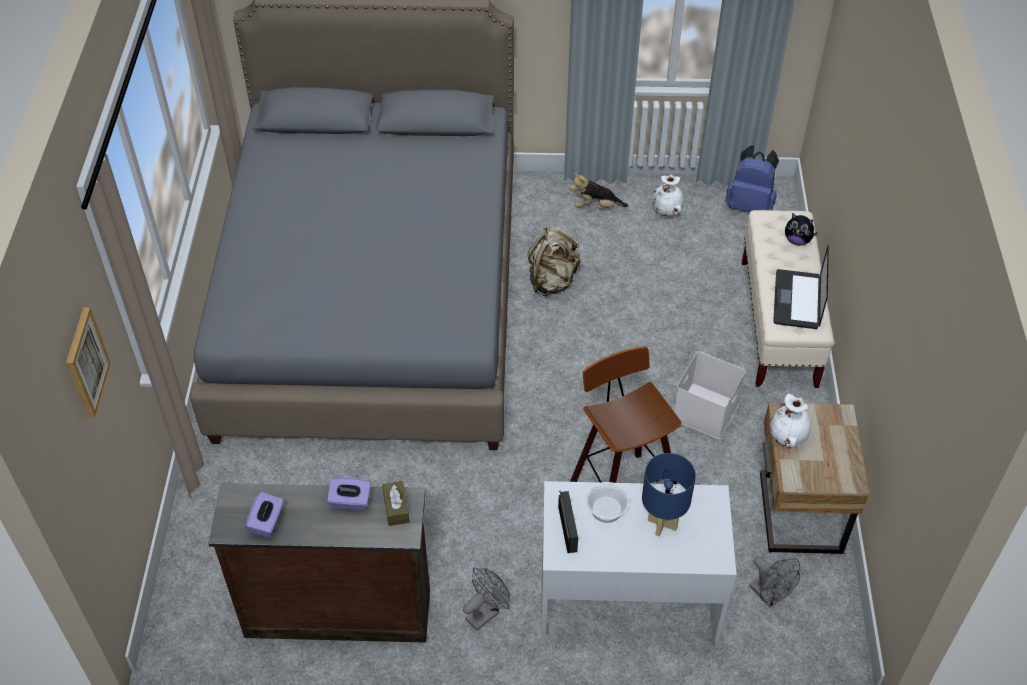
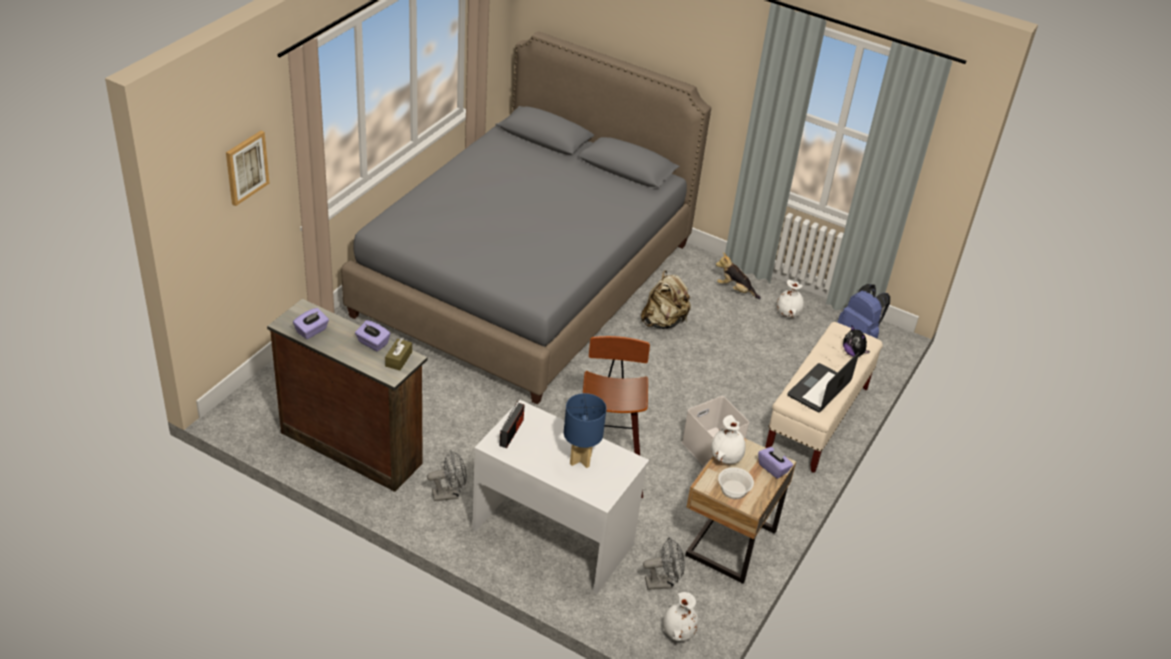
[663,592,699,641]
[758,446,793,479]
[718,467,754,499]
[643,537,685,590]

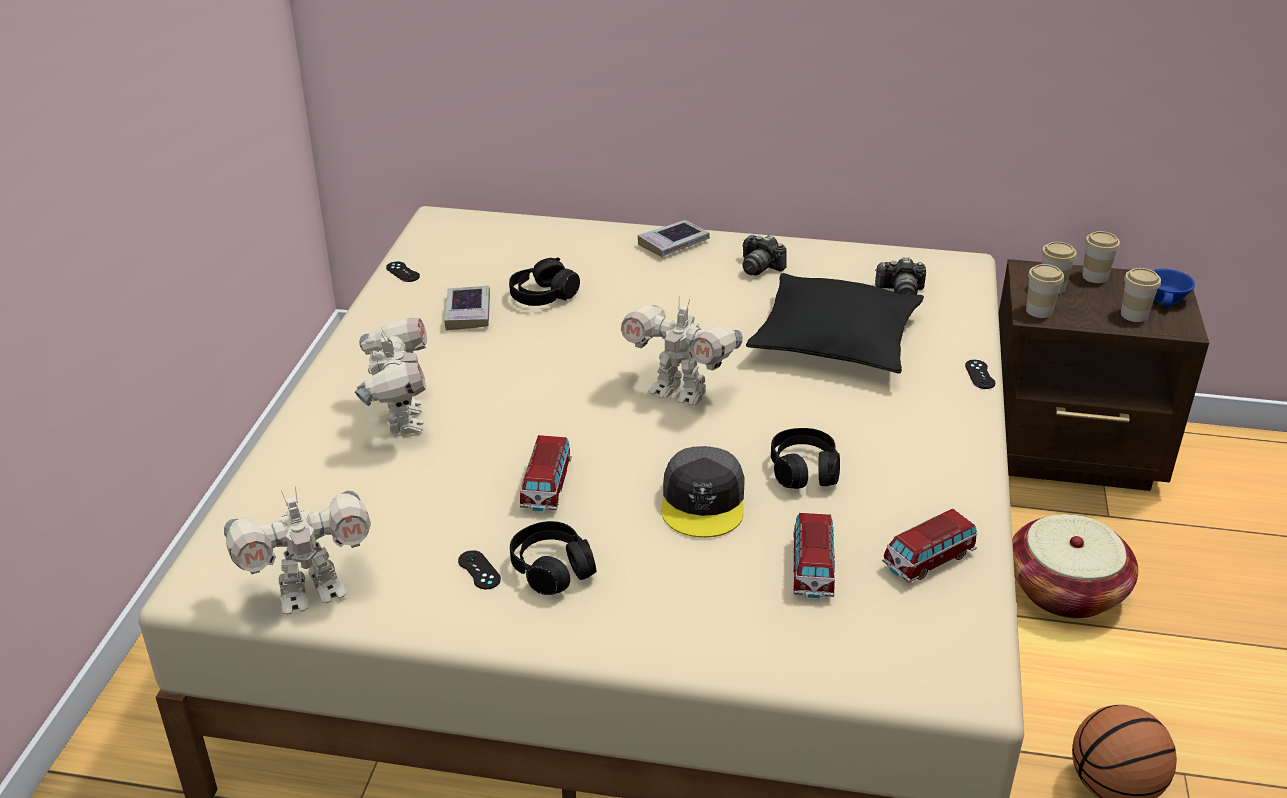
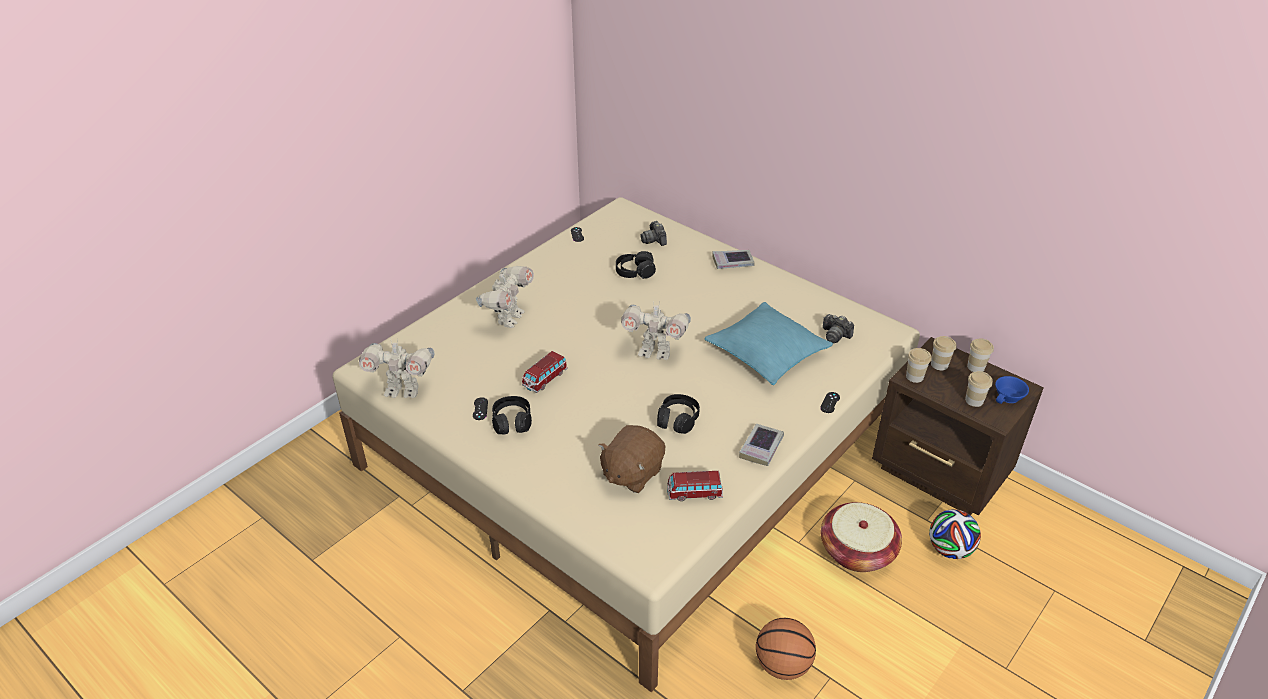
[662,446,745,538] (first image)
[929,509,981,559]
[739,424,784,466]
[640,221,667,246]
[598,425,665,493]
[705,302,833,385]
[621,300,691,360]

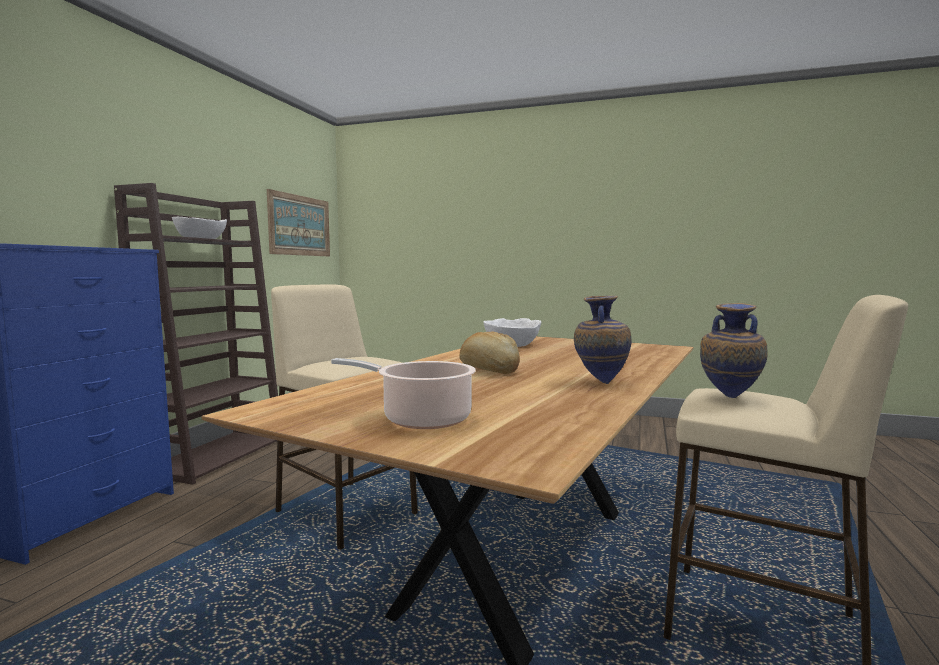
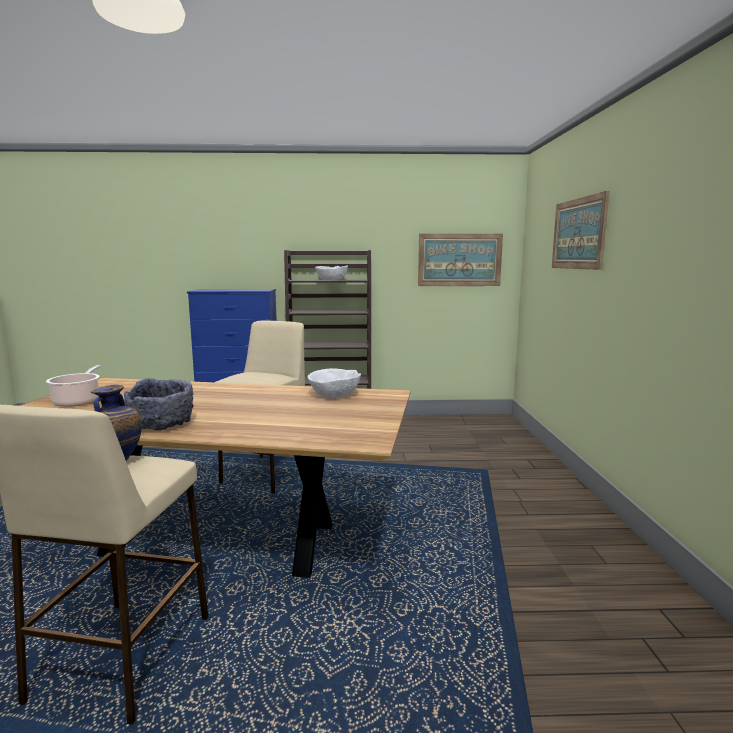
[459,332,520,374] (first image)
[552,191,610,270]
[124,378,194,431]

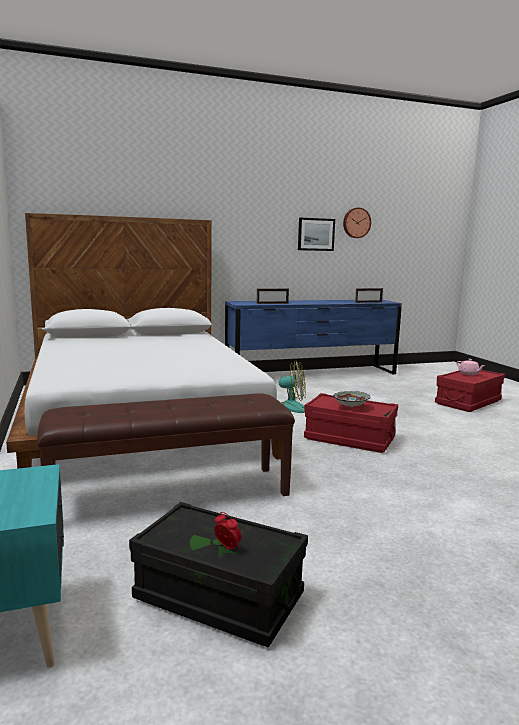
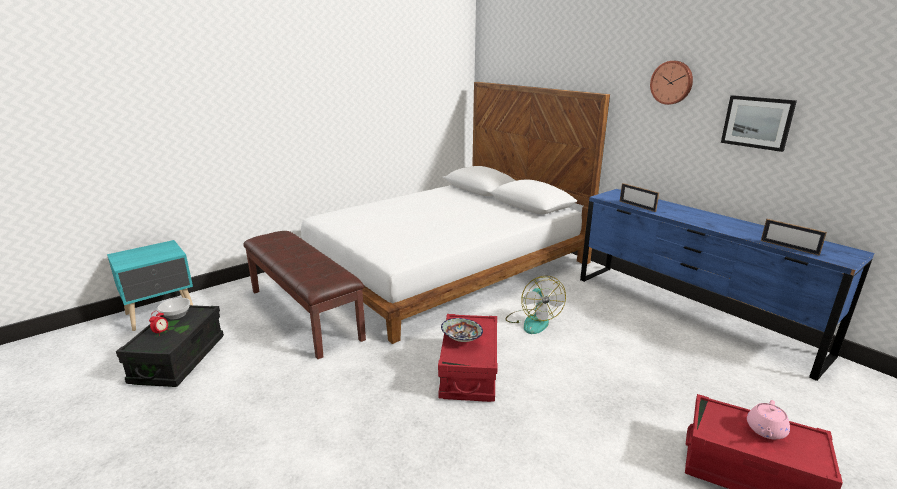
[158,298,190,320]
[650,61,693,105]

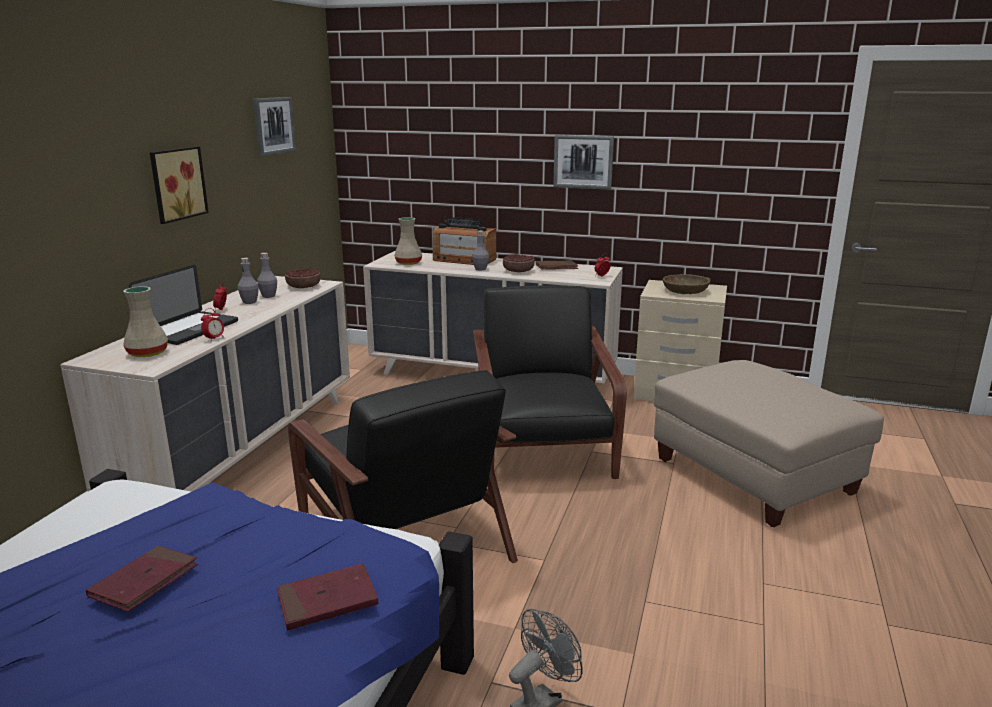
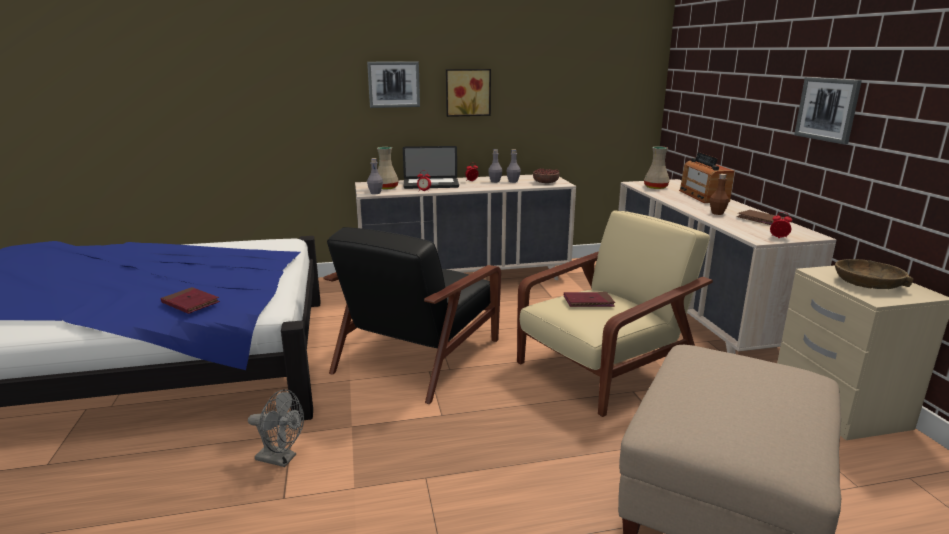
[564,292,615,307]
[367,61,420,108]
[367,158,383,194]
[710,174,729,215]
[517,211,713,417]

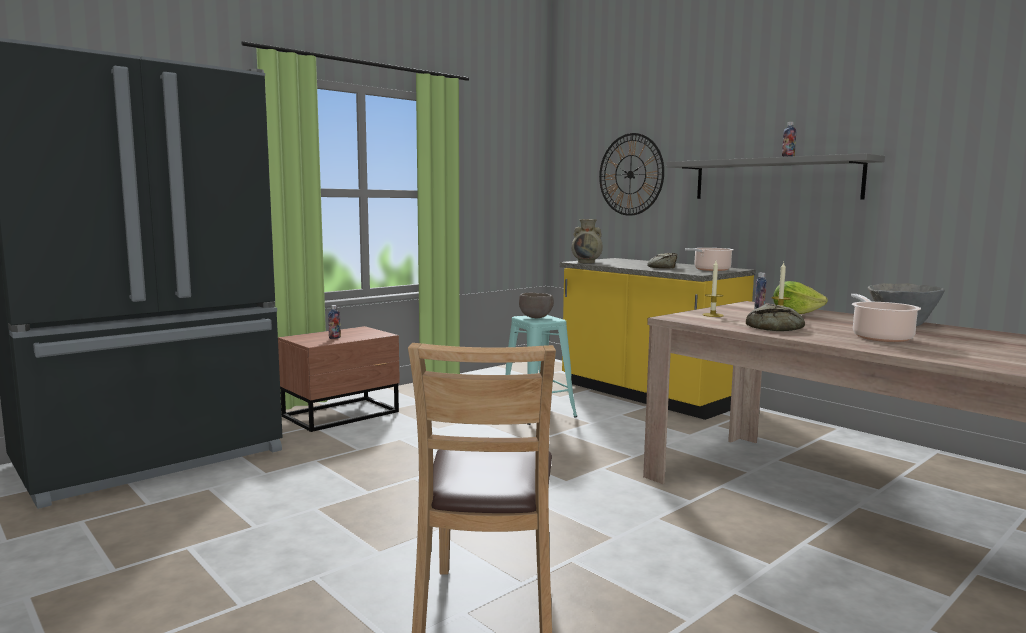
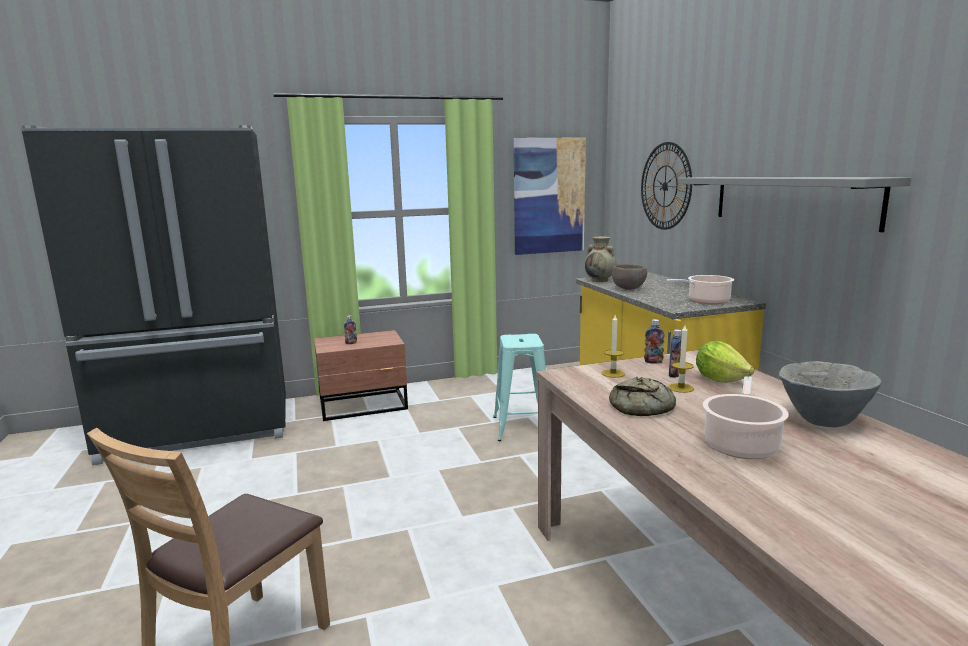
[647,253,677,269] (first image)
[514,137,586,255]
[612,264,647,290]
[644,319,665,364]

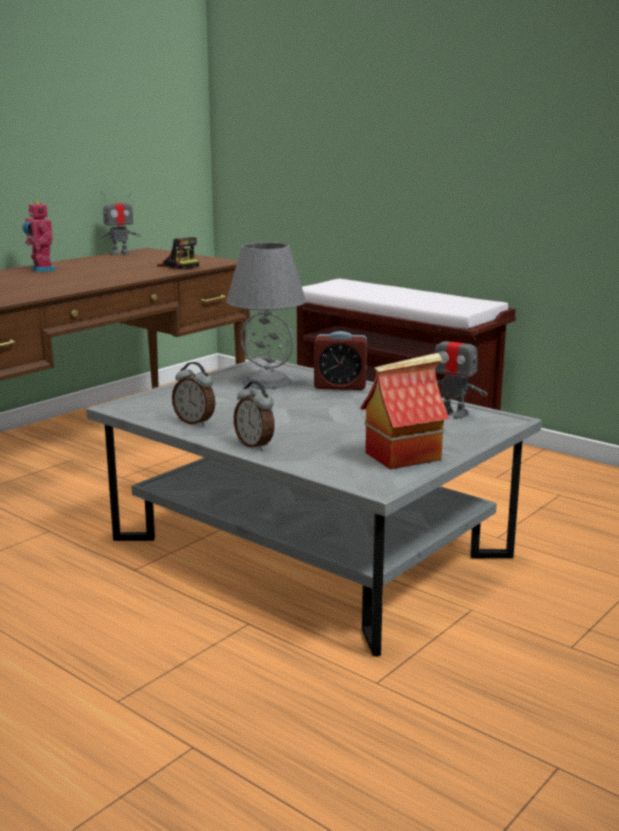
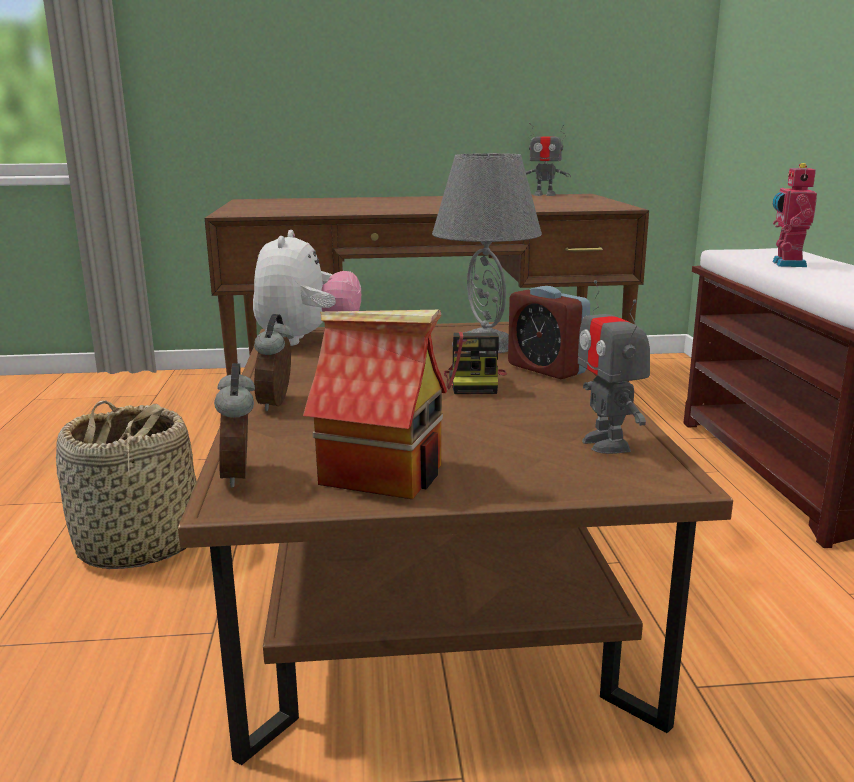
[56,401,197,569]
[253,230,361,346]
[772,163,817,267]
[444,332,507,394]
[214,363,255,487]
[178,322,733,765]

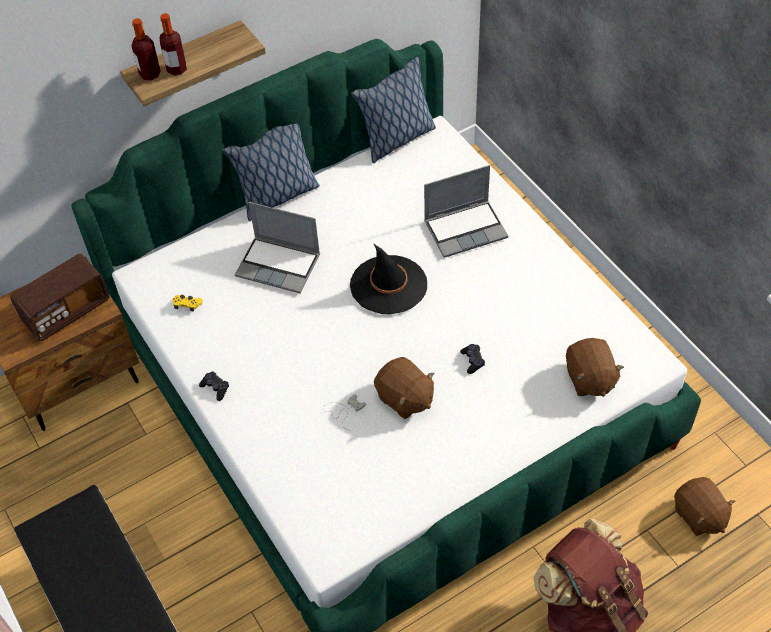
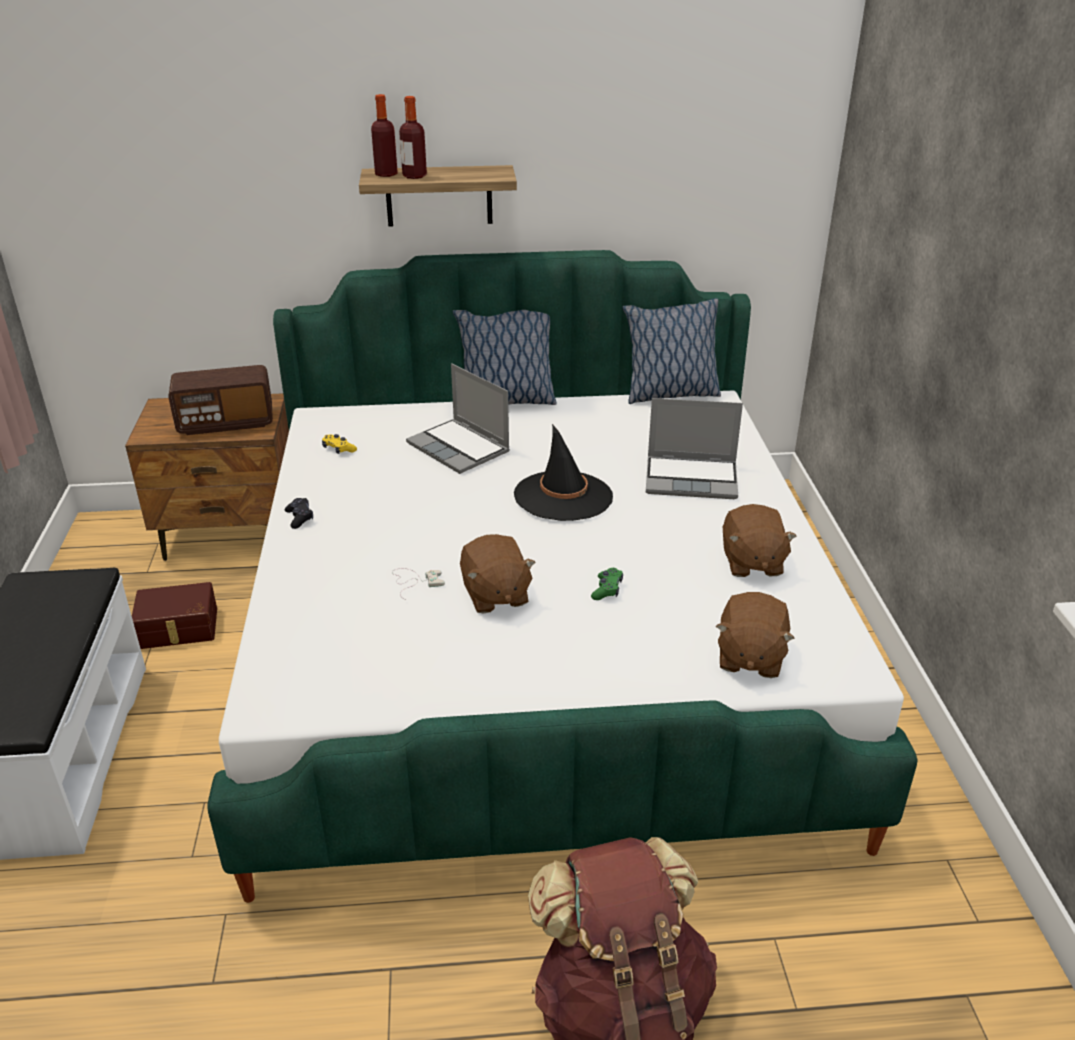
[132,582,217,649]
[723,504,797,577]
[591,568,623,600]

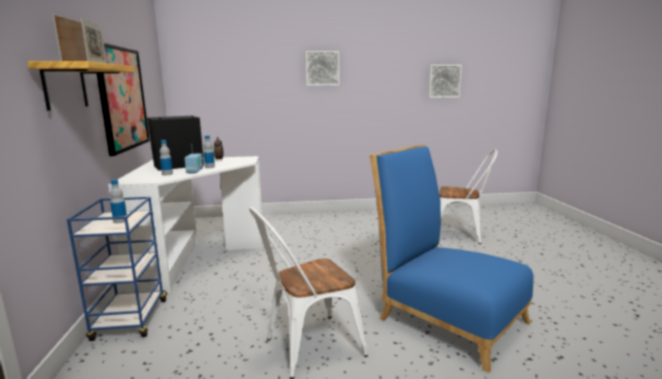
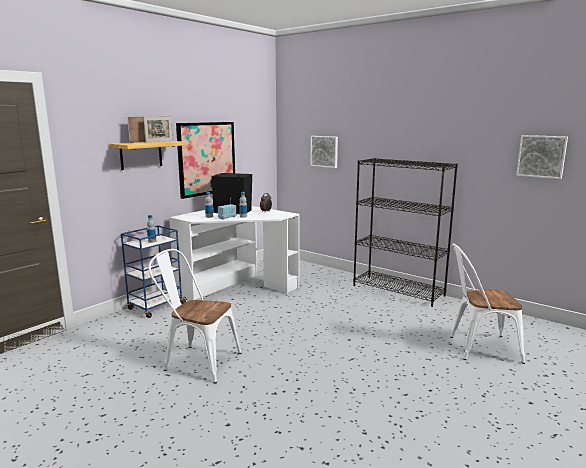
[370,144,534,373] (first image)
[353,158,458,307]
[310,136,338,168]
[450,243,525,364]

